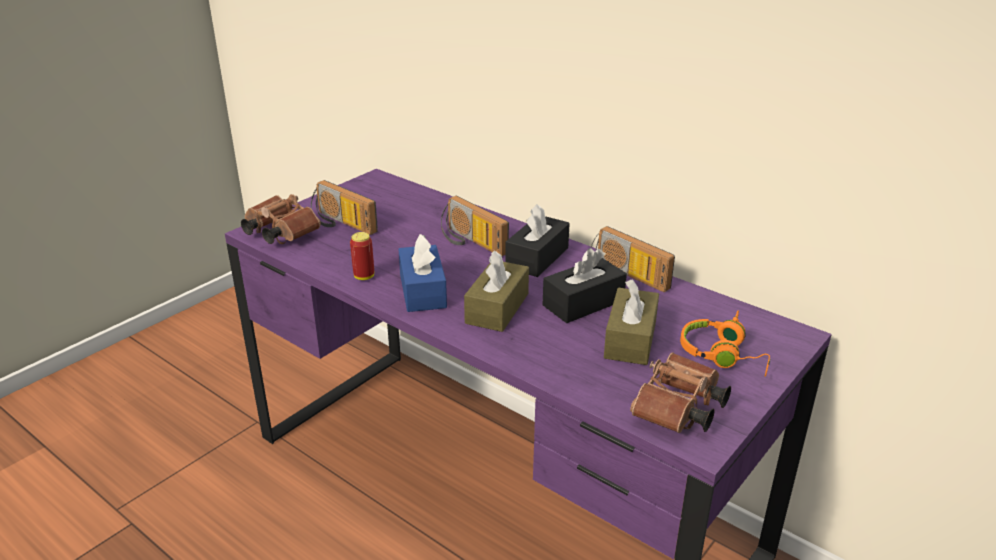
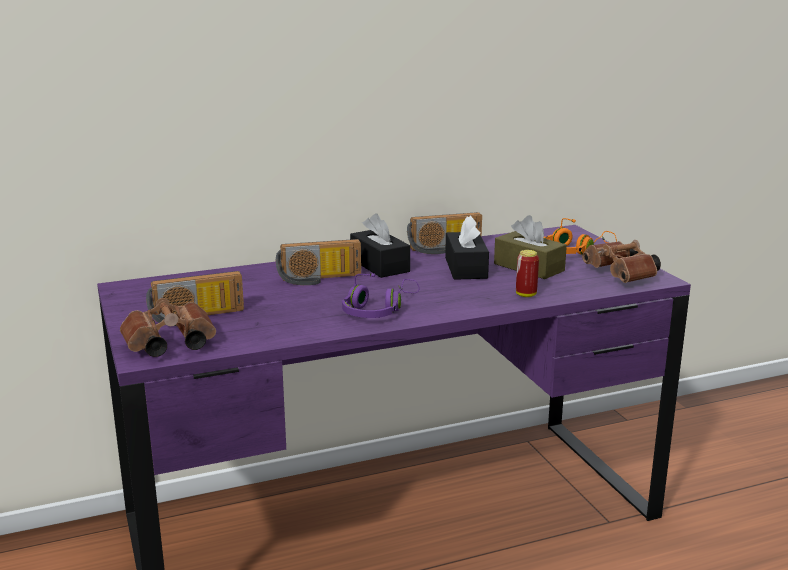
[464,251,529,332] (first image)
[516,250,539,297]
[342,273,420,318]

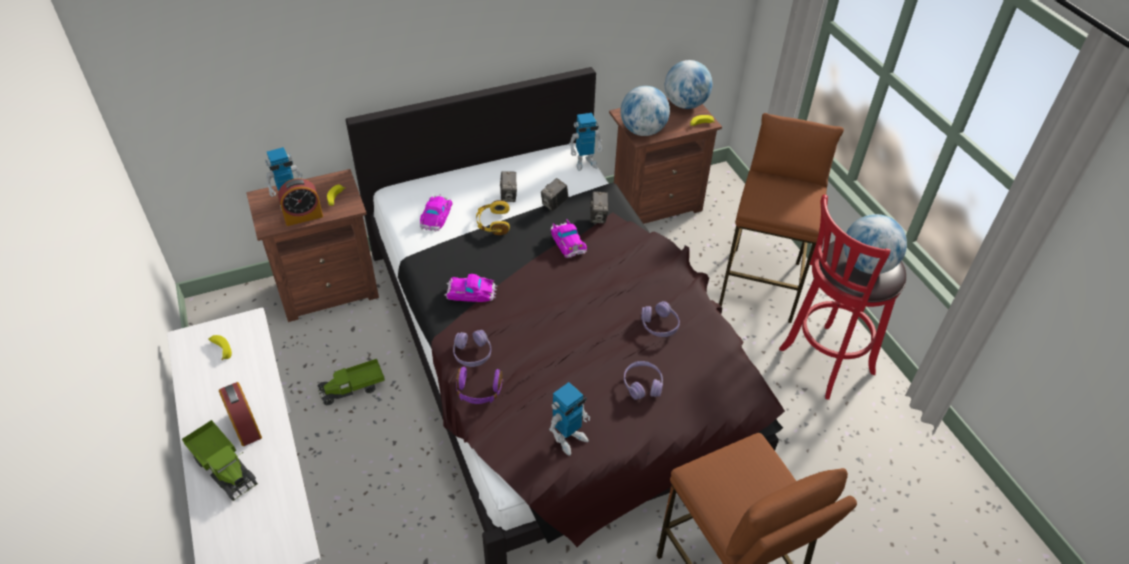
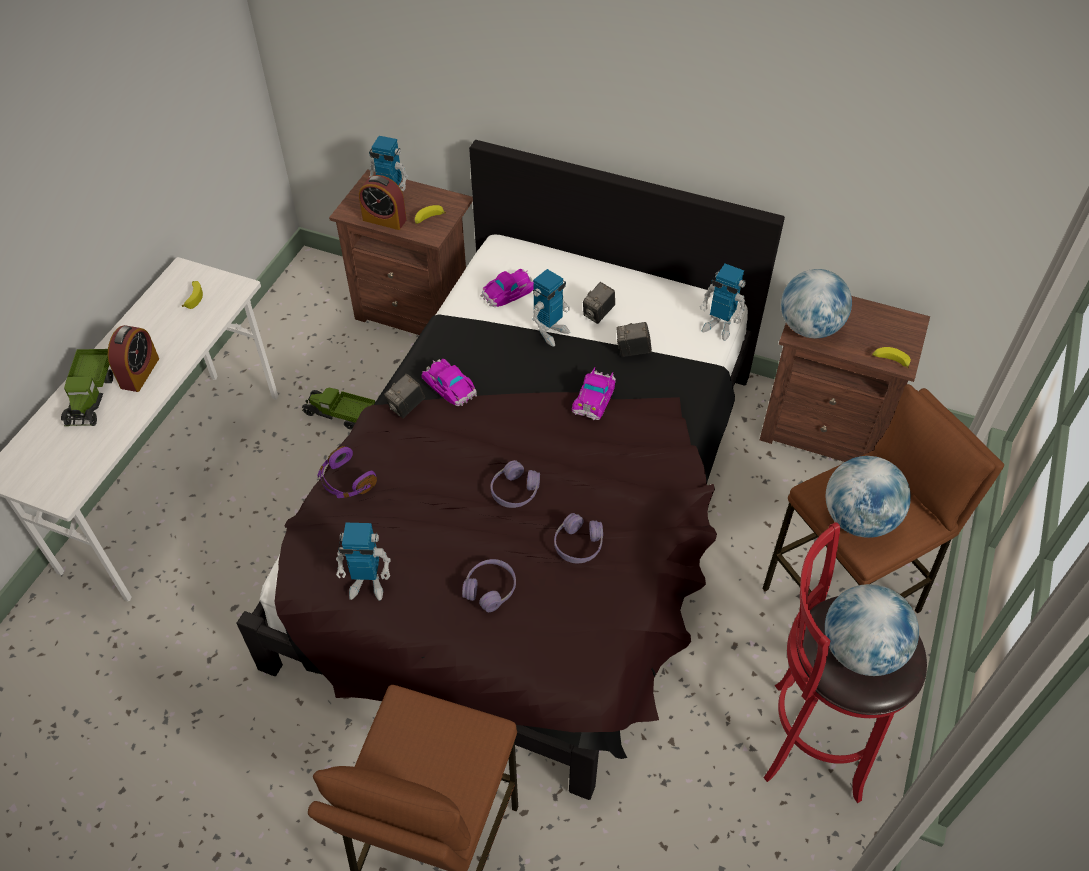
[491,460,540,508]
[384,374,425,418]
[826,456,911,538]
[532,269,570,346]

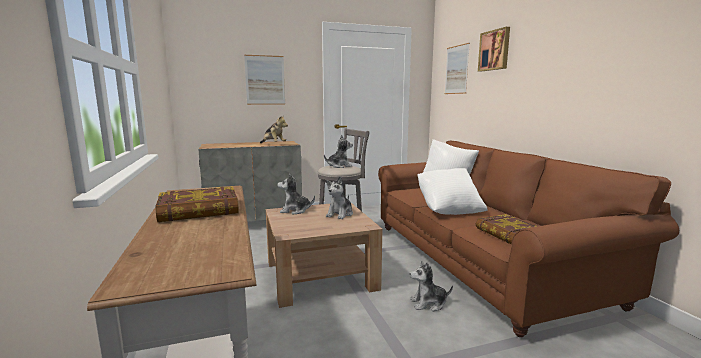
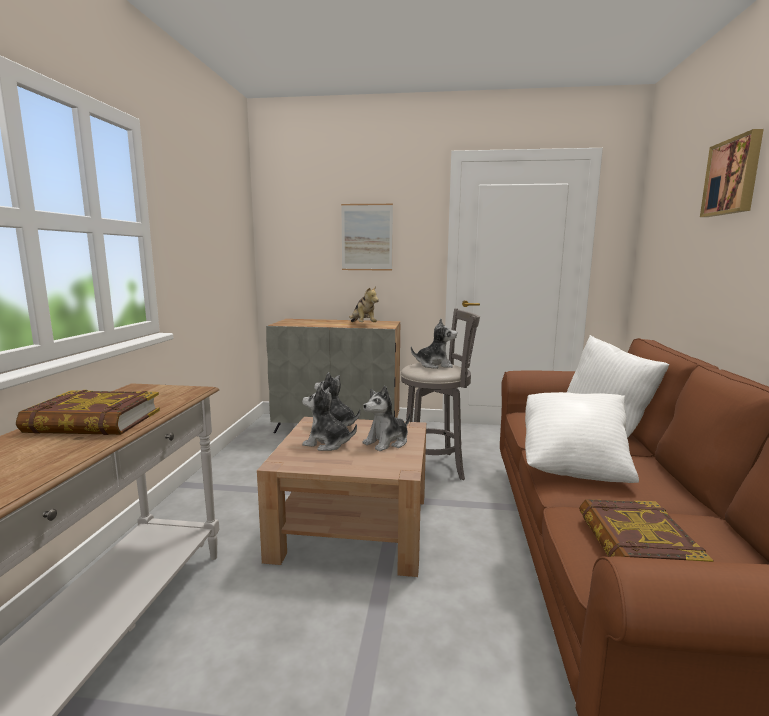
[445,43,470,94] (first image)
[302,385,357,451]

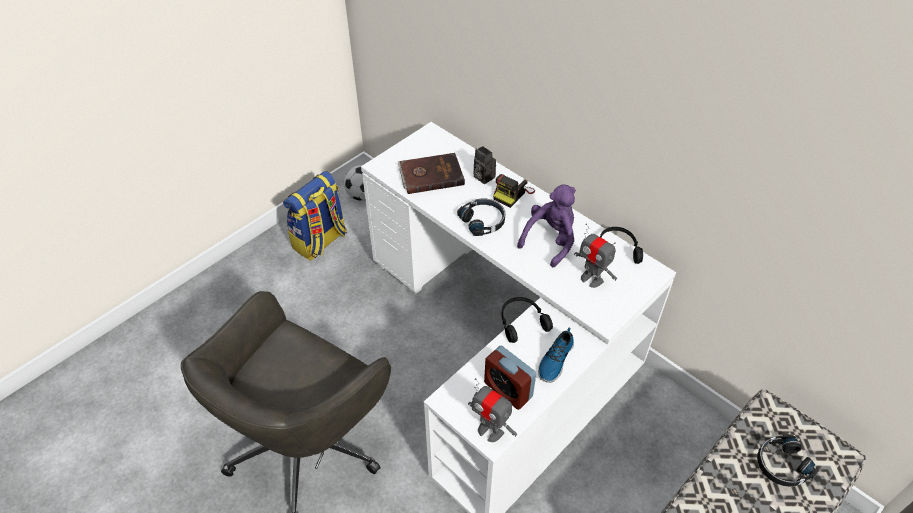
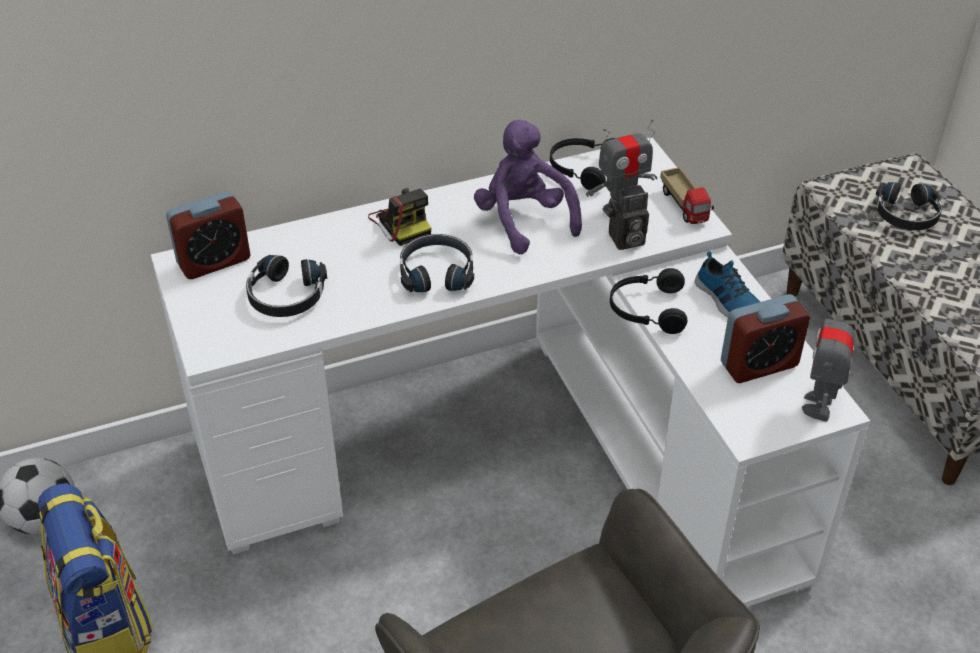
[166,191,250,279]
[660,167,714,224]
[607,185,649,250]
[246,255,327,317]
[802,296,855,421]

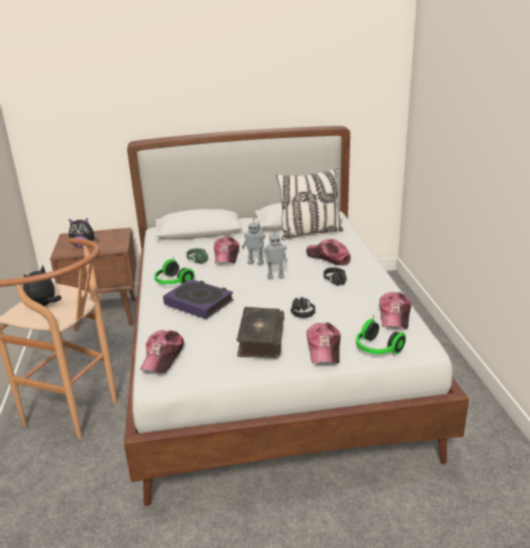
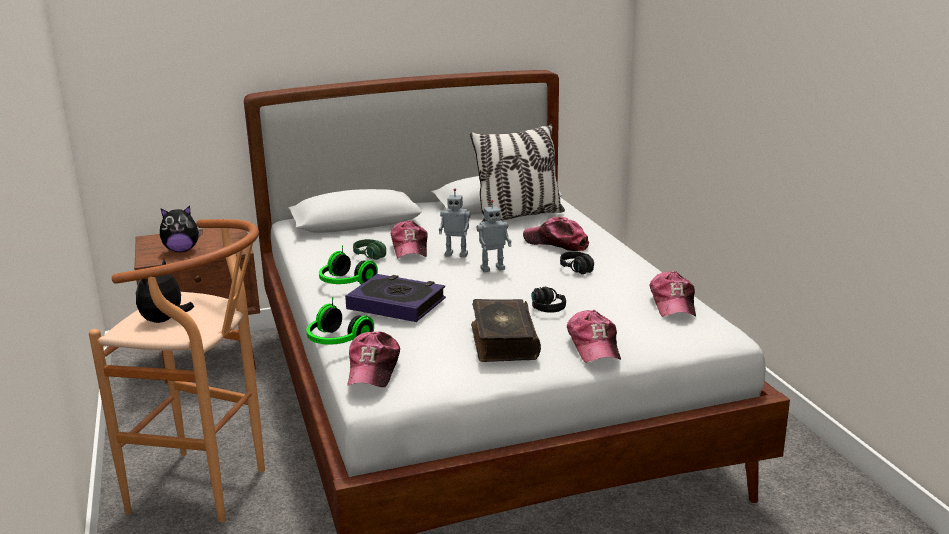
[306,297,374,345]

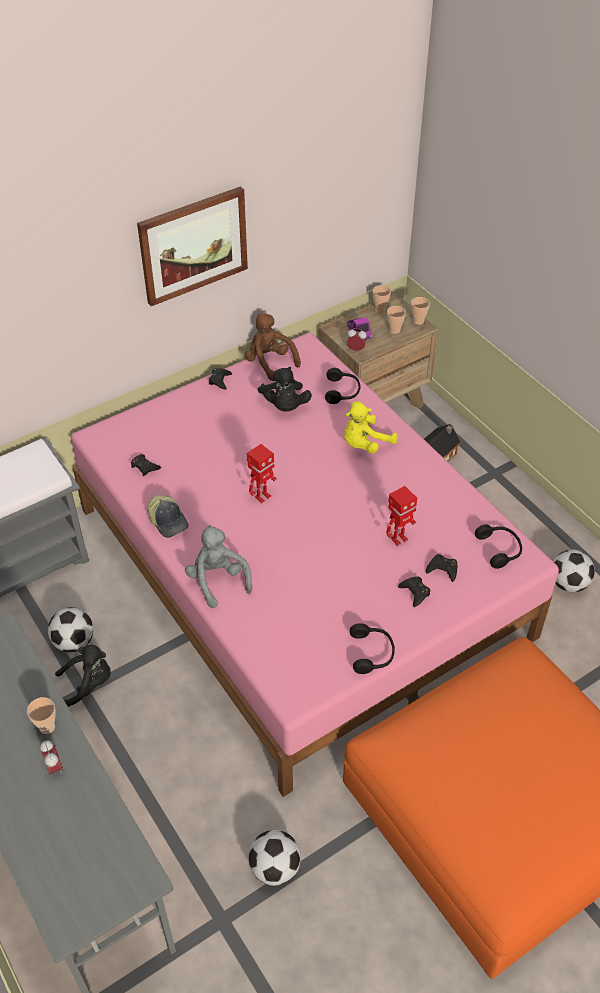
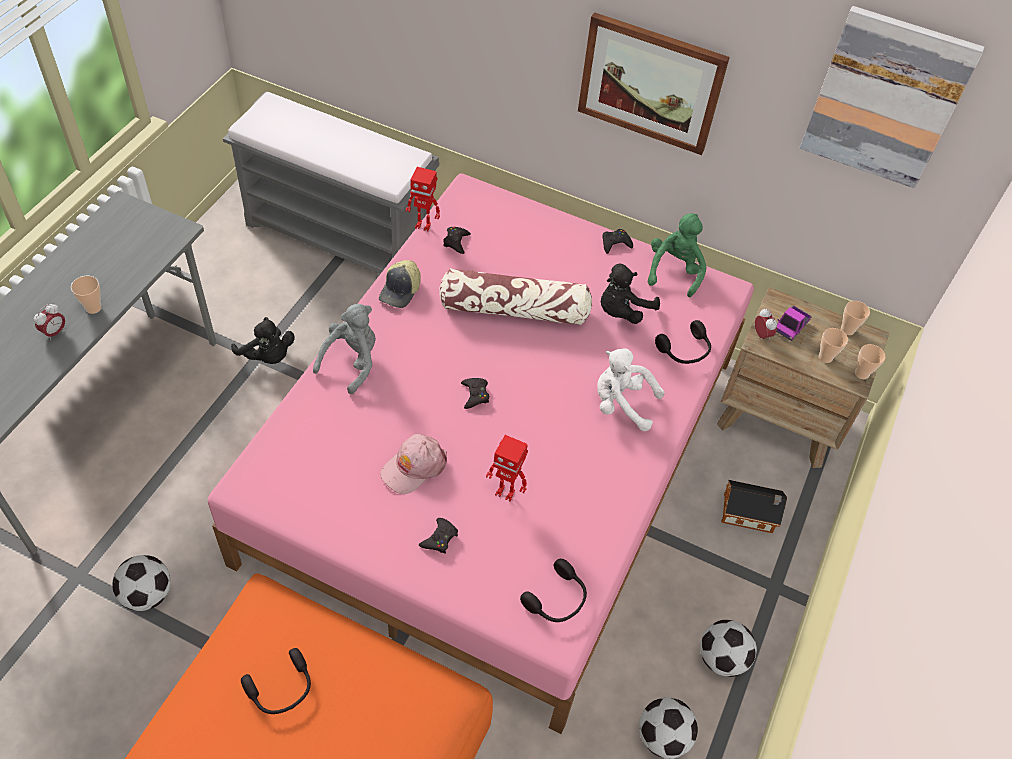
[380,434,447,494]
[439,268,592,325]
[800,6,985,188]
[700,620,757,677]
[406,167,440,231]
[241,648,311,714]
[461,378,489,409]
[648,213,706,298]
[597,348,665,431]

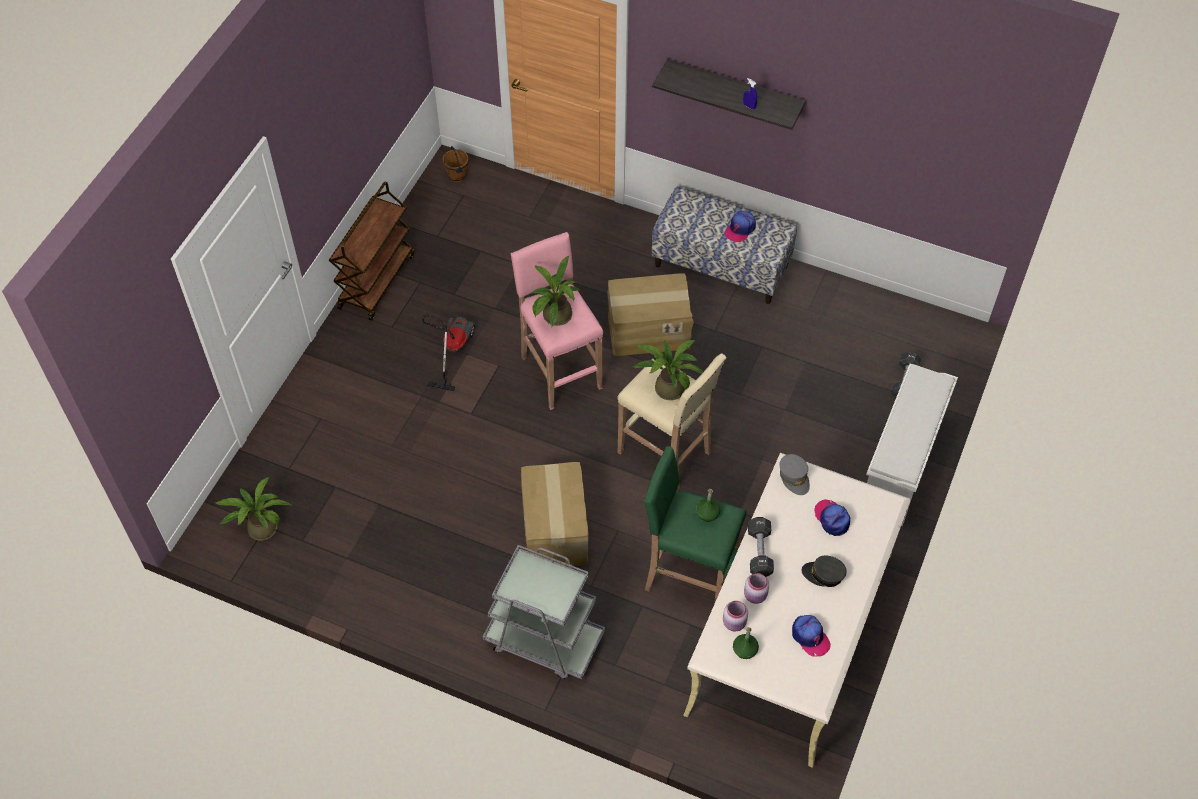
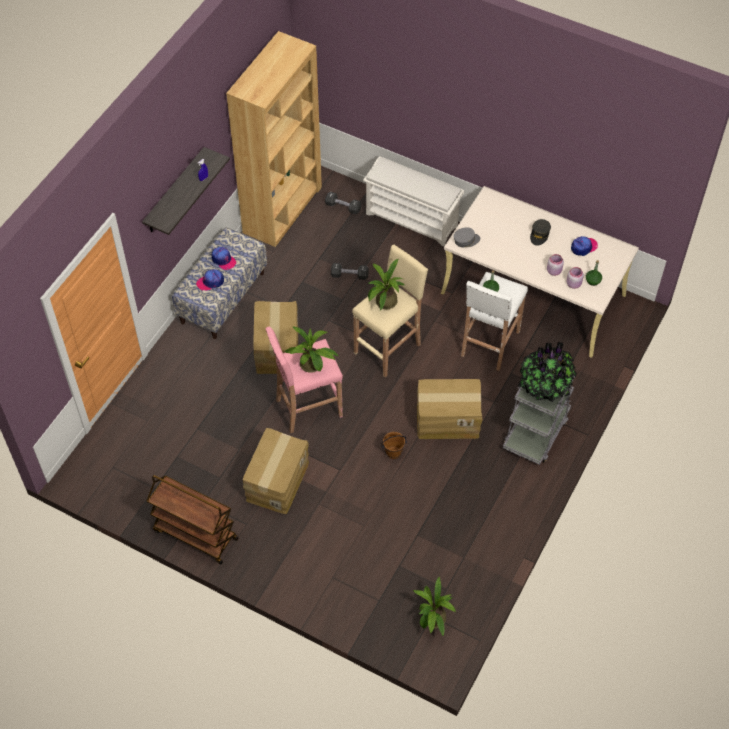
[226,31,322,247]
[518,342,577,402]
[381,432,407,459]
[331,263,369,280]
[196,269,224,291]
[243,428,309,514]
[461,272,528,371]

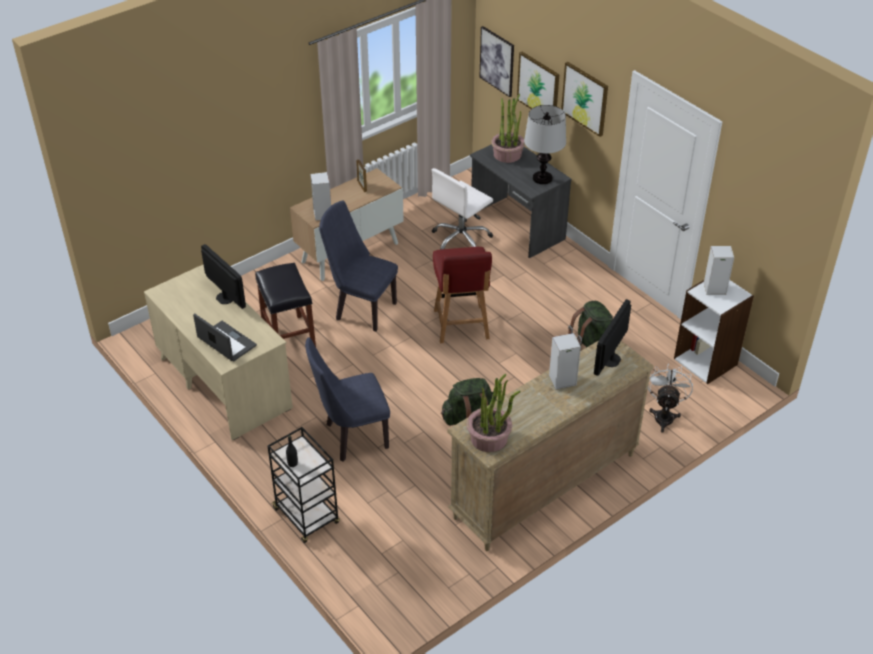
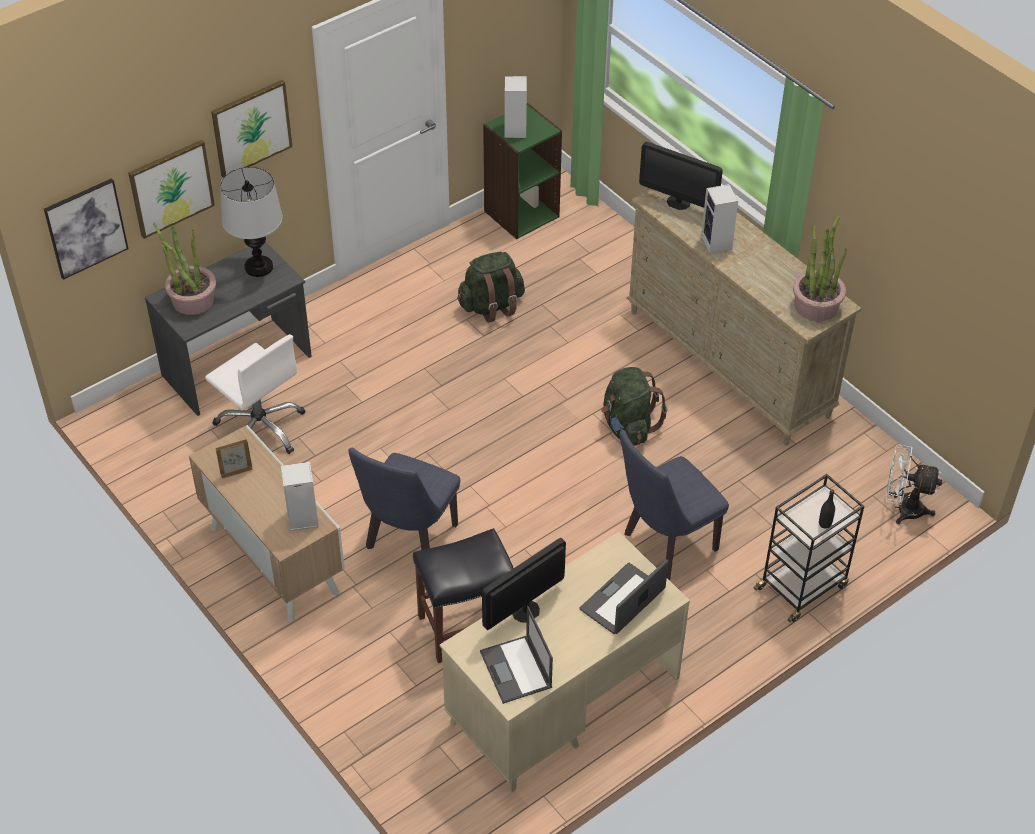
[433,247,492,343] (first image)
[480,606,553,704]
[886,444,942,524]
[483,103,562,239]
[619,430,729,580]

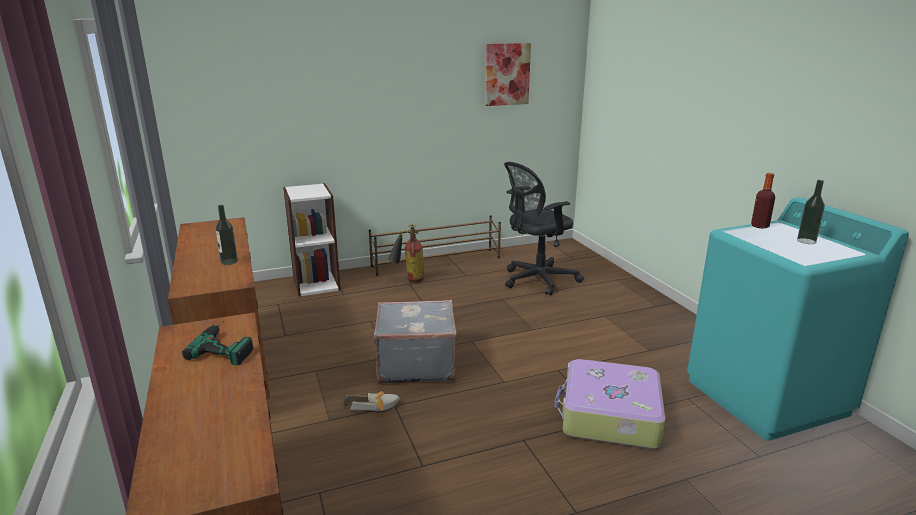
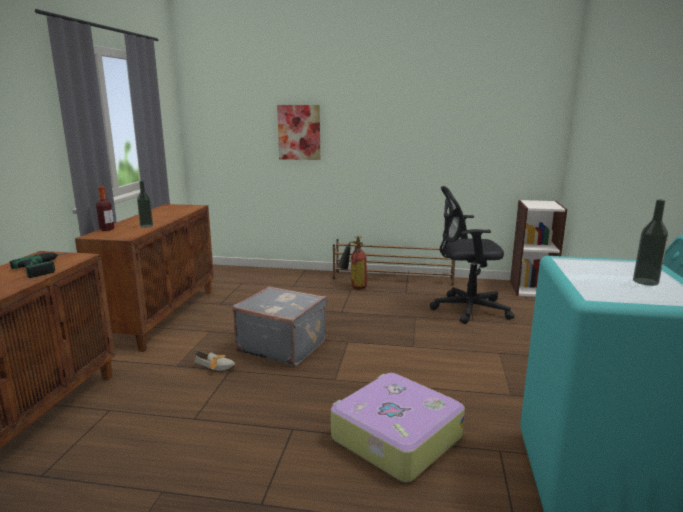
[510,200,567,297]
[277,105,320,160]
[96,187,114,231]

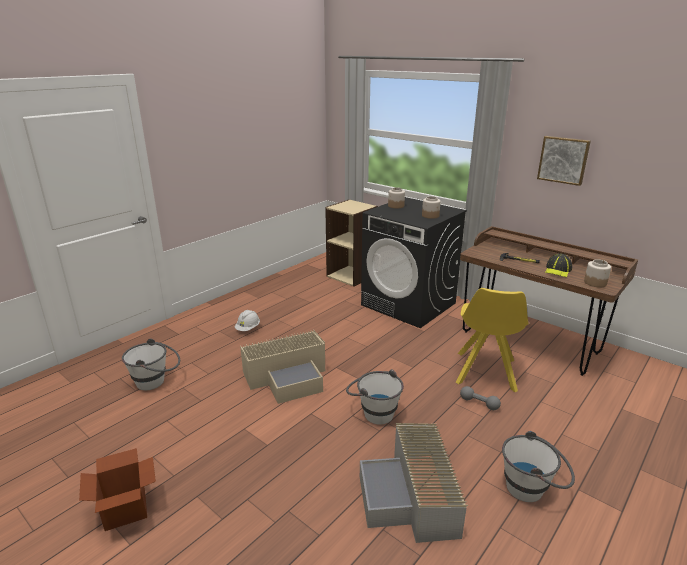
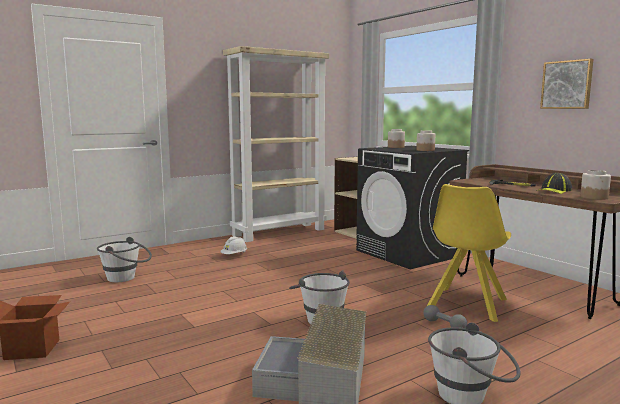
[240,331,325,404] (first image)
[223,46,329,242]

